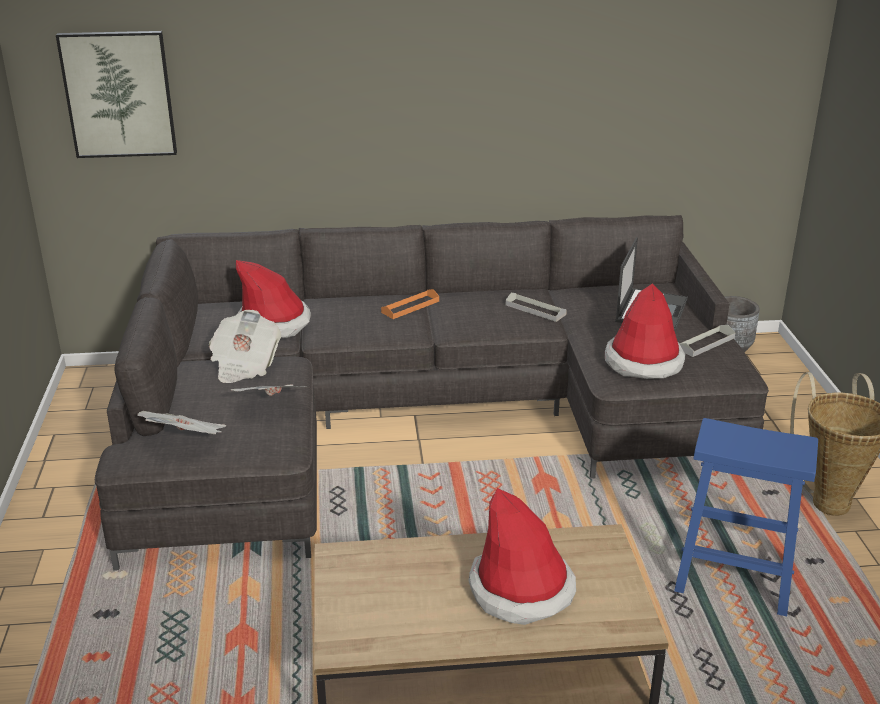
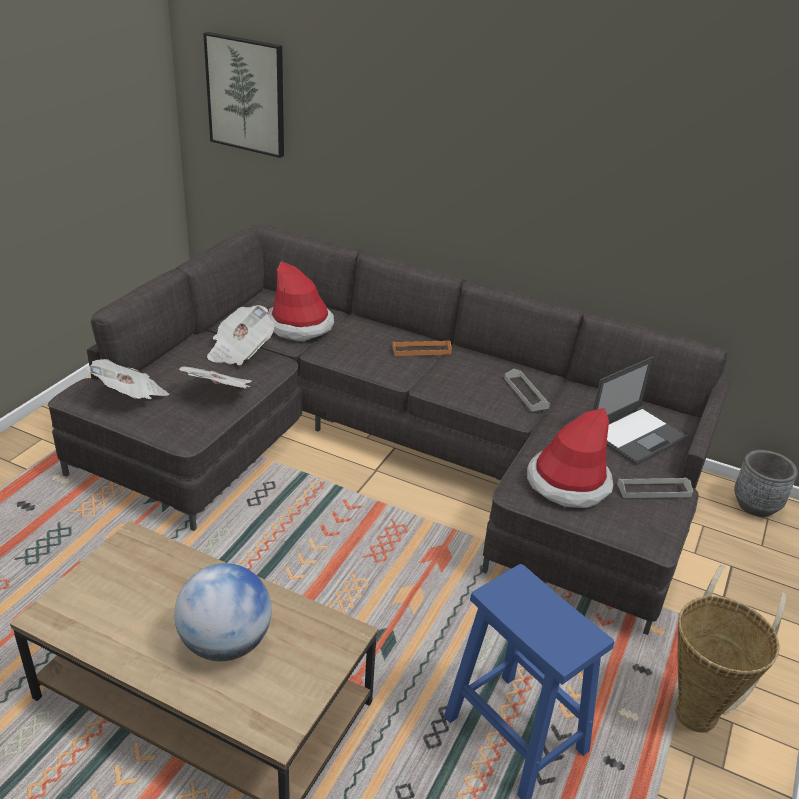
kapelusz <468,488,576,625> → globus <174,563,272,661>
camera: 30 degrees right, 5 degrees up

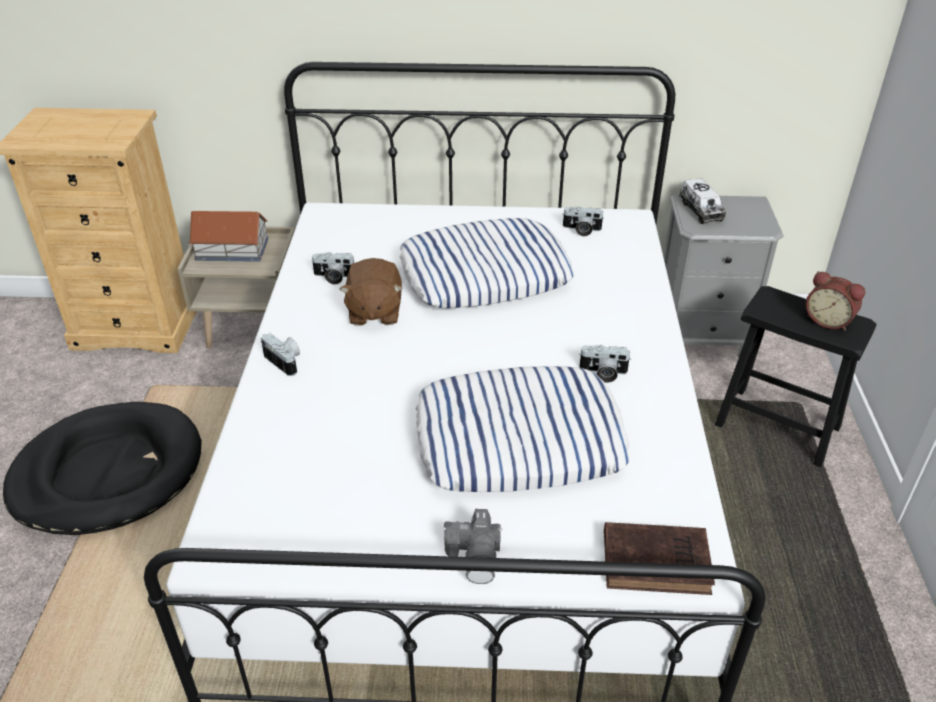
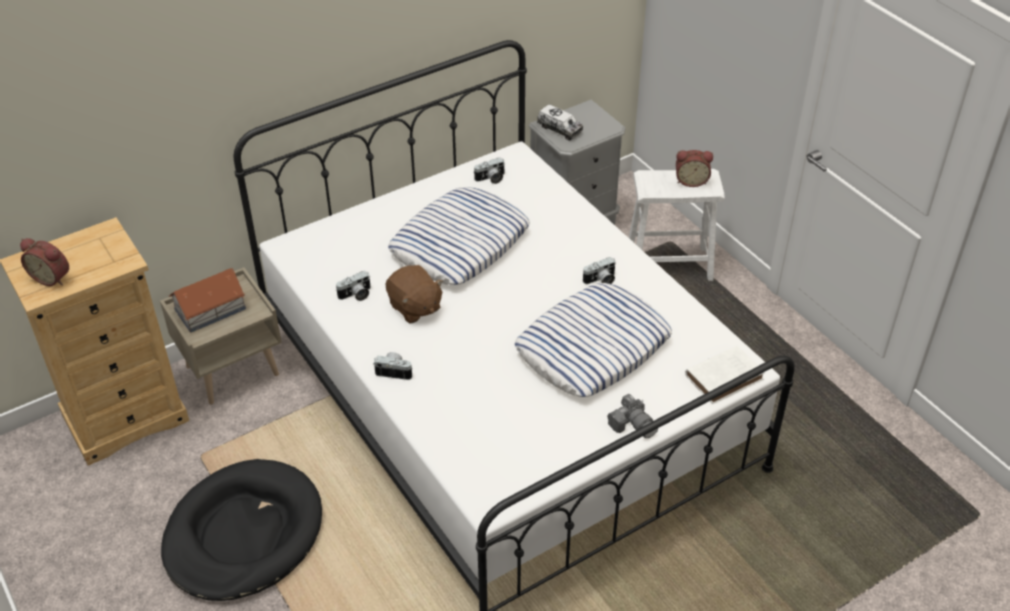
- → budzik <20,238,69,286>
książka (brązowy) <604,522,715,595> → książka (biały) <685,346,765,404>
stołek (czarny) <715,286,876,467> → stołek (biały) <629,169,725,281>
camera: 35 degrees left, 5 degrees up

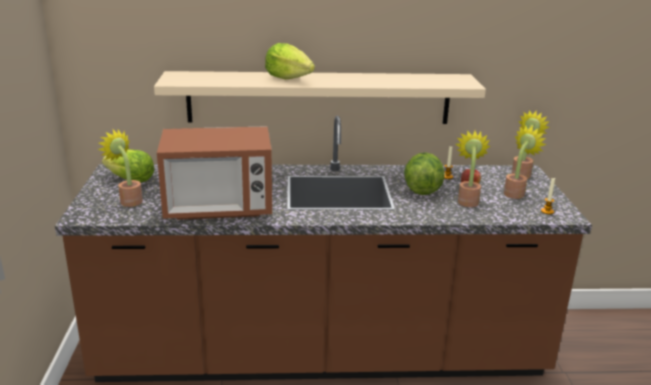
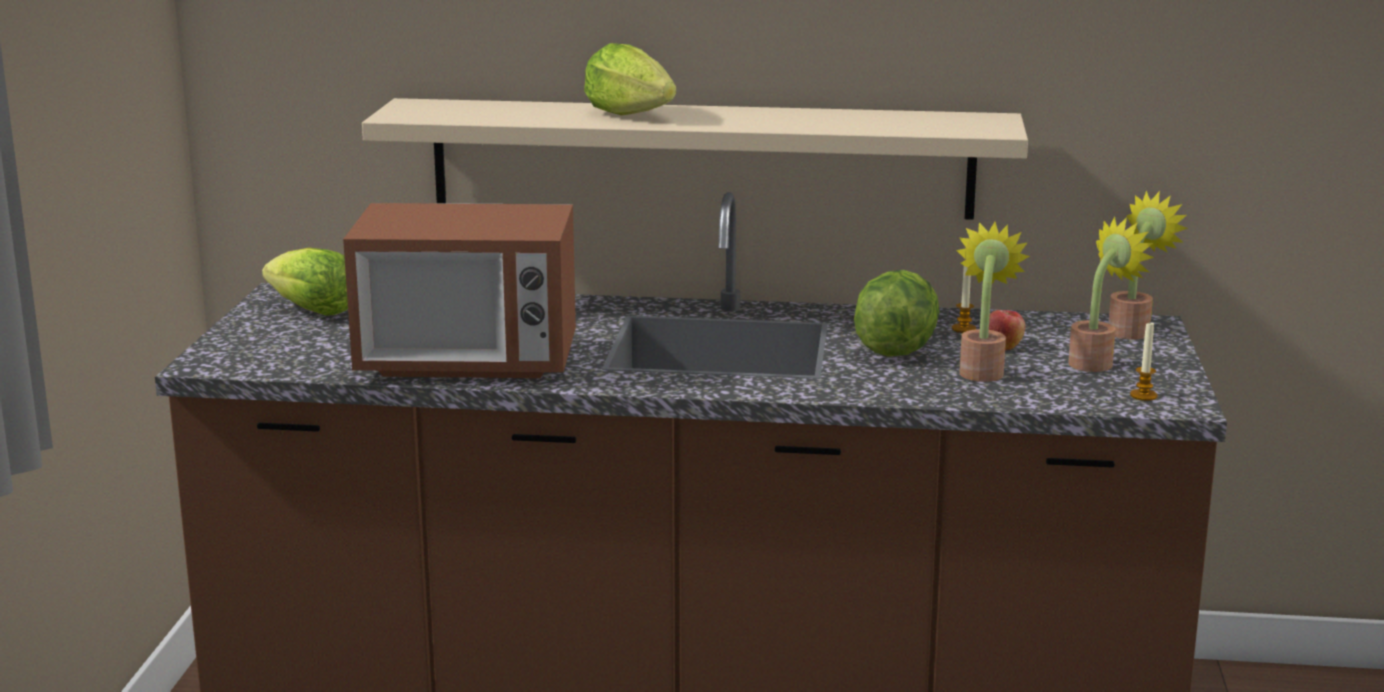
roślina doniczkowa <97,130,143,207> → -
camera: 10 degrees right, 5 degrees down

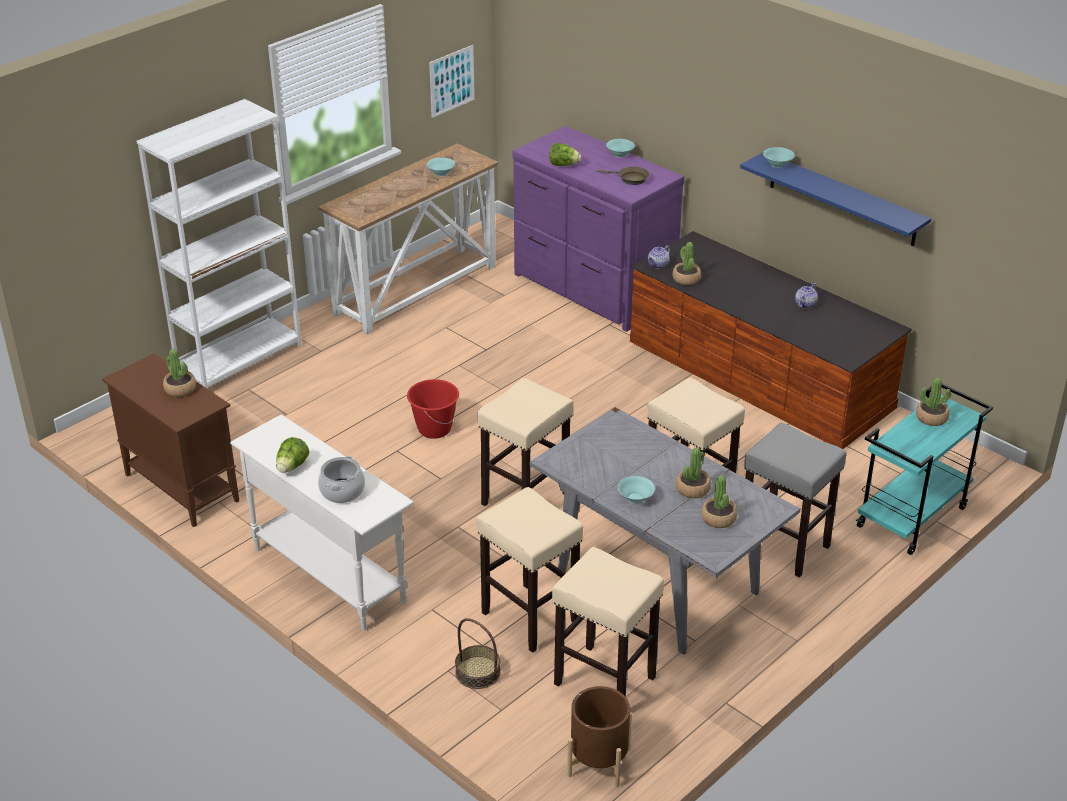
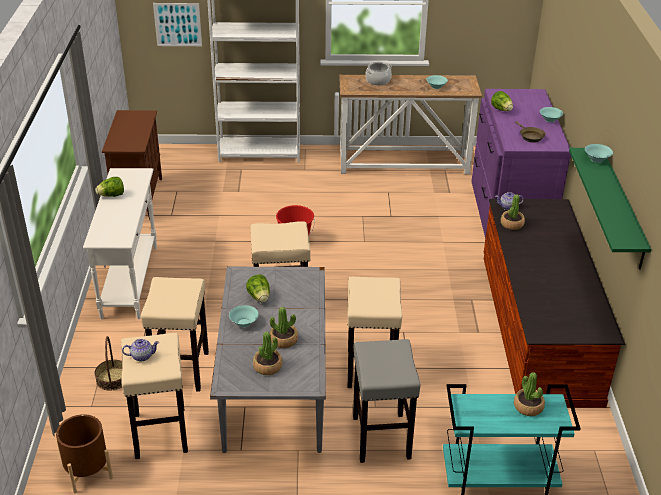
roślina doniczkowa <163,349,196,397> → -
- → sałata <246,275,270,303>
garnek <318,456,365,503> → garnek <365,62,392,85>, move
obraz <429,45,475,118> → obraz <153,3,202,46>, move
imbryk <795,283,818,309> → imbryk <122,339,159,361>, move
półka (niebieski) <740,152,931,246> → półka (zielony) <569,148,652,269>
camera: 45 degrees right, 0 degrees up

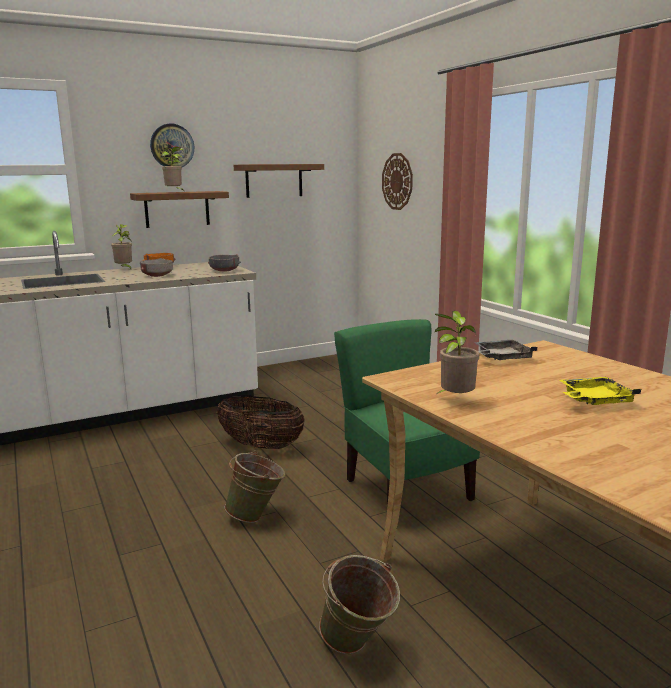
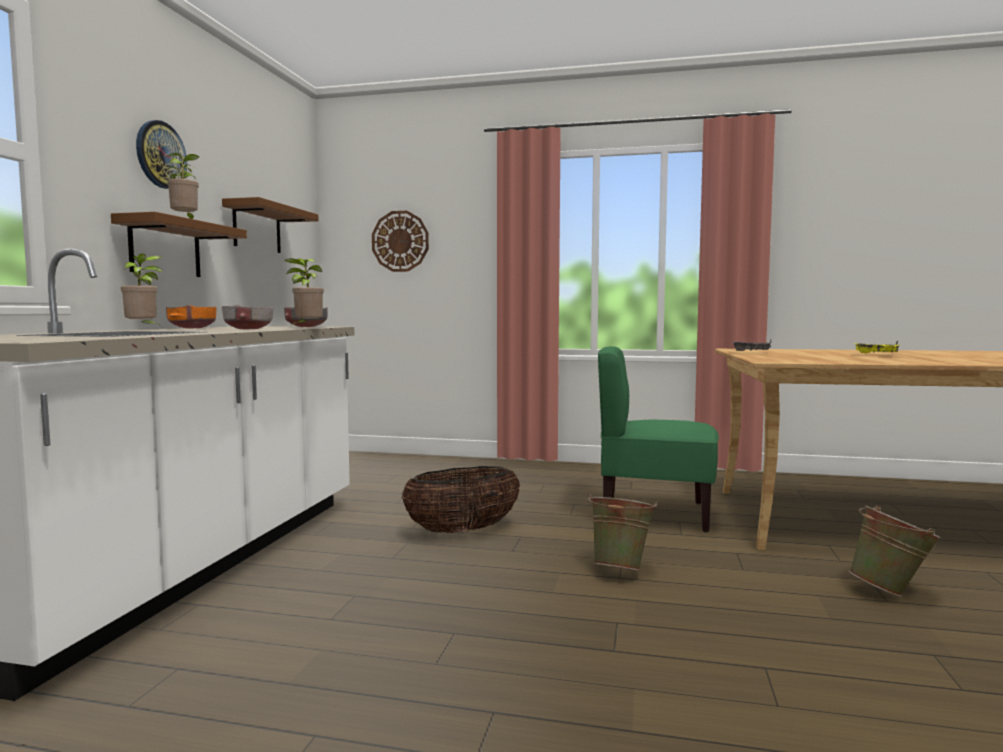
roślina doniczkowa <435,311,479,394> → roślina doniczkowa <284,258,324,326>, move
camera: 50 degrees left, 10 degrees down

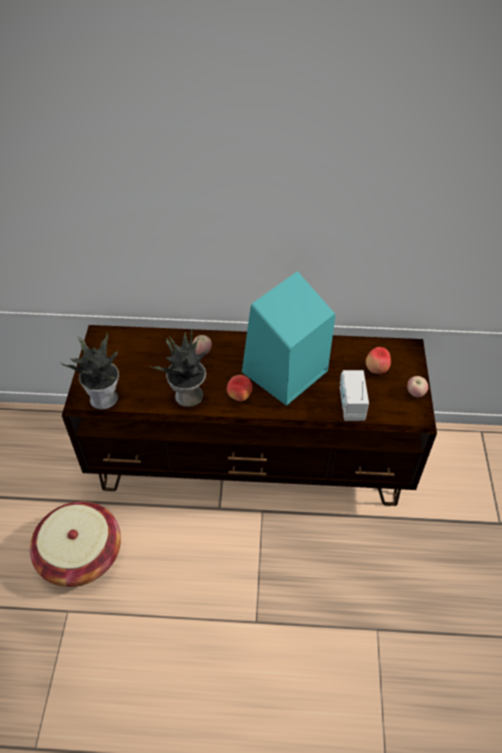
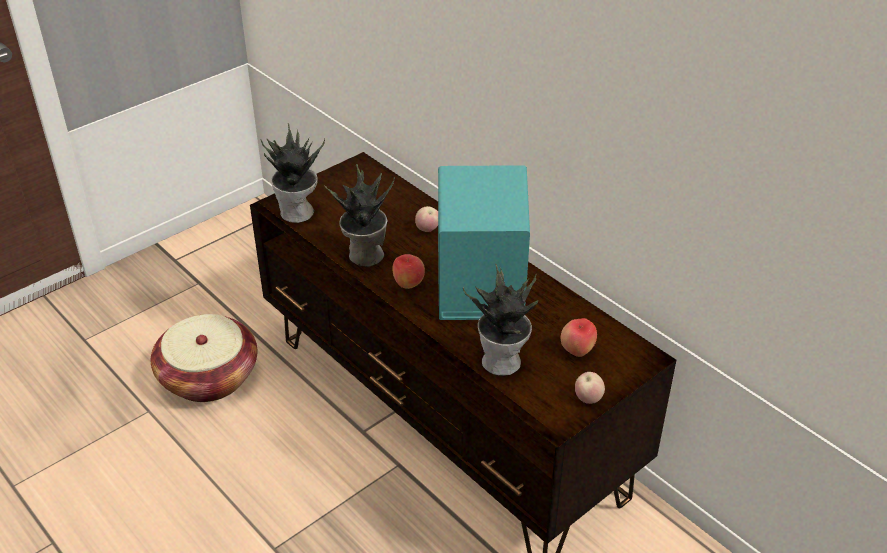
radio <340,370,369,421> → roślina doniczkowa <463,264,538,376>
camera: 45 degrees right, 10 degrees down

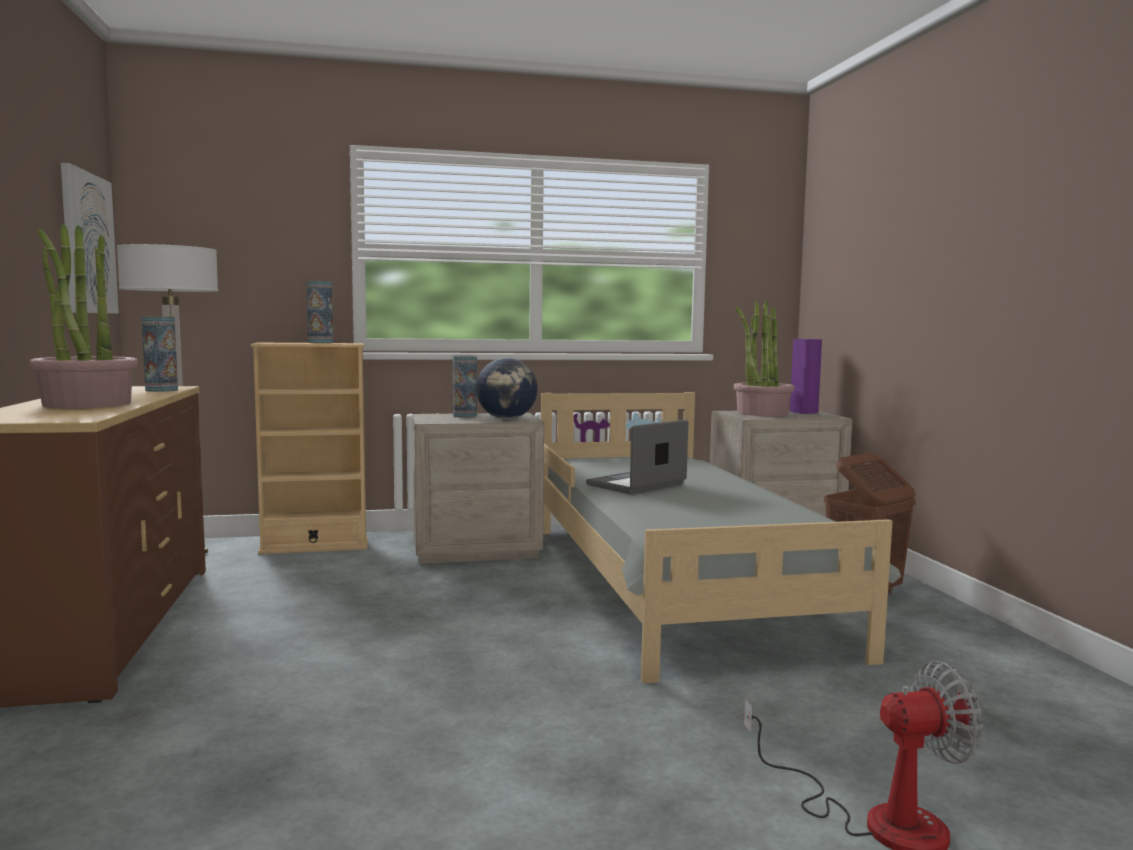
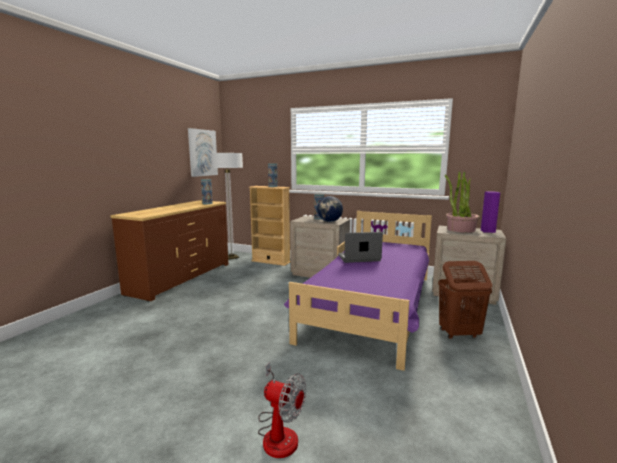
roślina doniczkowa <29,224,138,408> → -
łóżko (szary) <541,392,901,684> → łóżko (fioletowy) <284,211,432,371>
camera: 35 degrees right, 5 degrees up

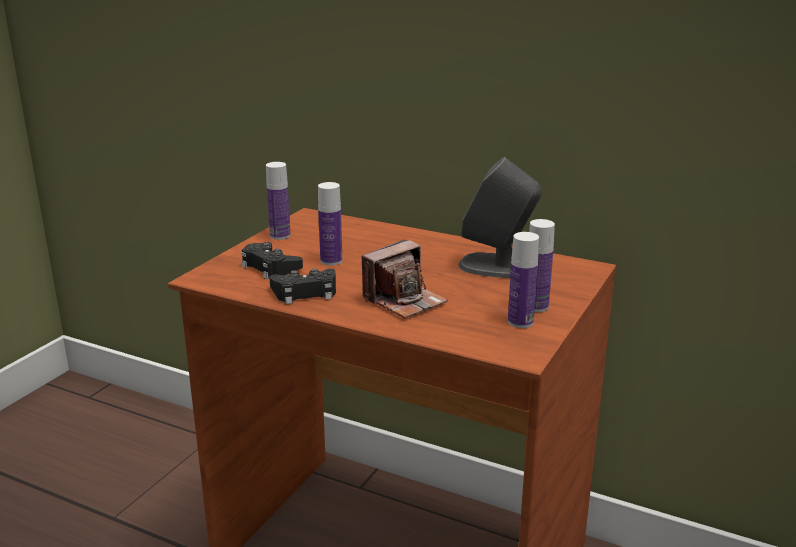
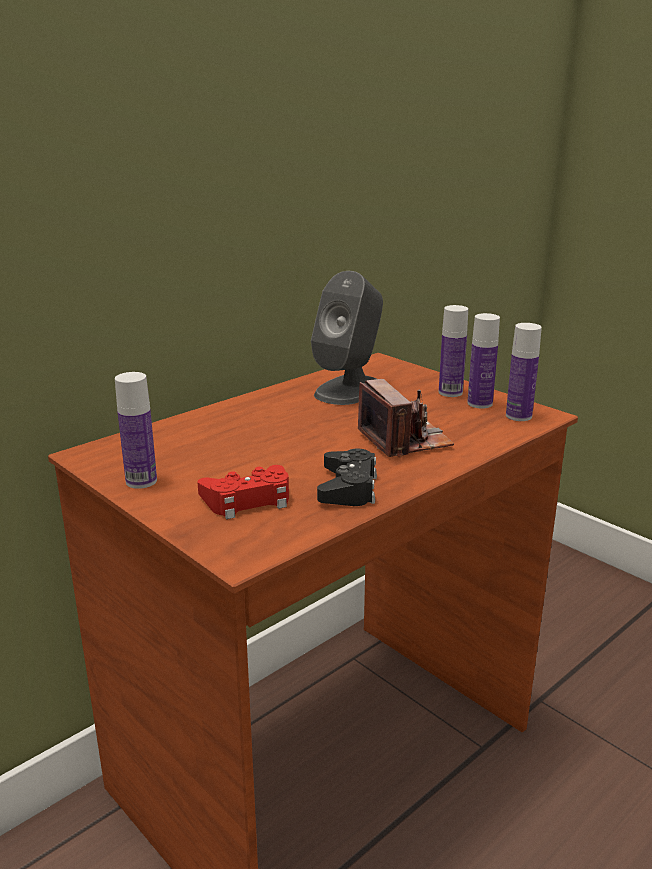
butelka <318,182,342,266> → butelka <506,323,542,421>, move
pad do gier (czarny) <242,242,303,279> → pad do gier (czerwony) <197,465,289,519>
camera: 70 degrees left, 0 degrees up

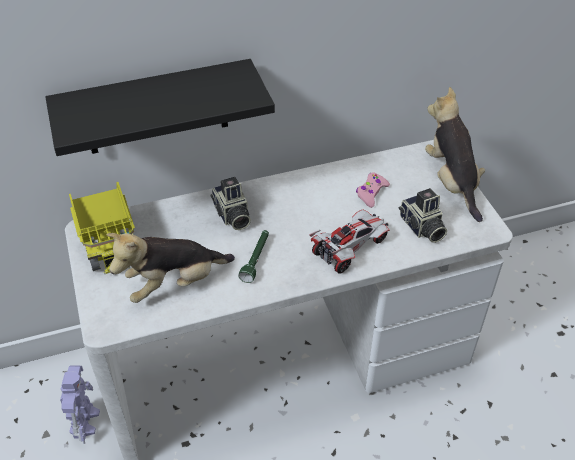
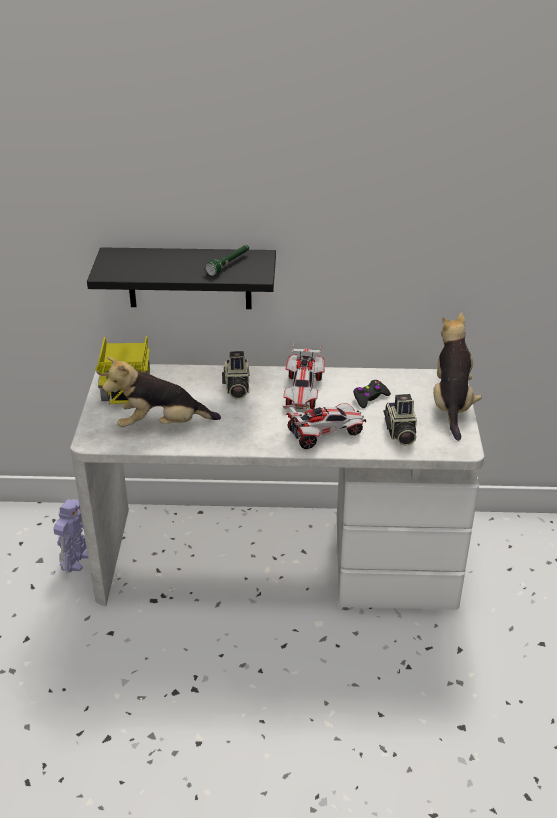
- → samochodzik <284,343,325,409>
latarka (zielony) <238,230,269,283> → latarka (zielony) <205,245,249,276>, move
pad do gier (różowy) <356,172,390,208> → pad do gier (czarny) <353,380,391,408>
camera: 20 degrees right, 10 degrees down

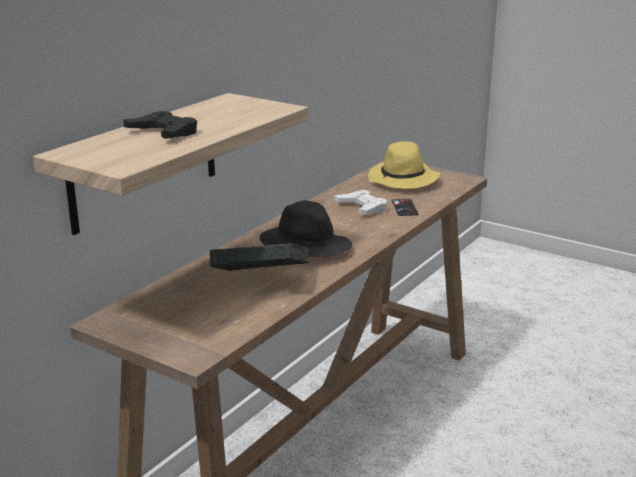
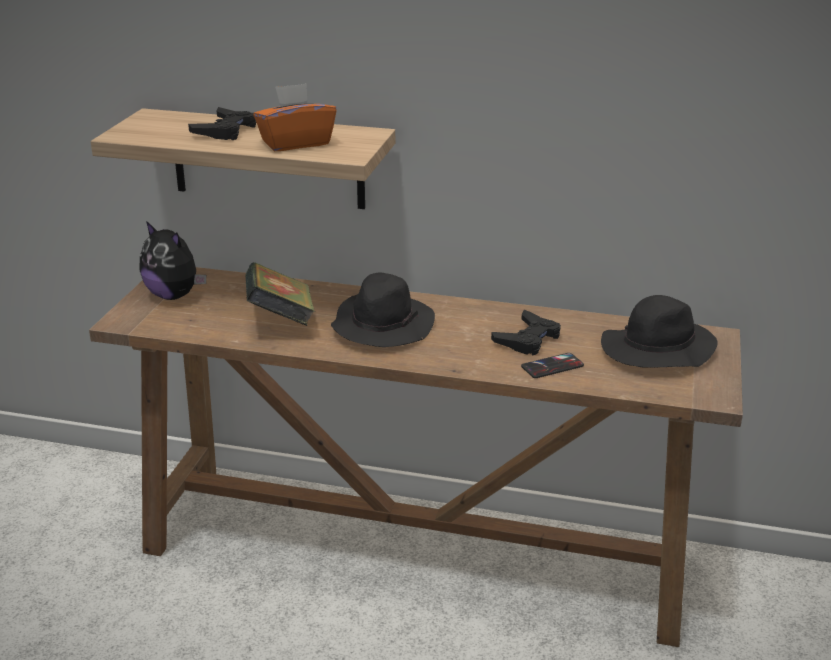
- → pluszak <139,221,206,300>
- → pudełko chusteczek (pomarańczowy) <253,83,337,151>
pad do gier (biały) <334,190,387,215> → pad do gier (czarny) <491,310,561,355>
kapelusz (żółty) <368,141,440,189> → kapelusz (czarny) <601,295,718,368>
camera: 70 degrees right, 5 degrees up

